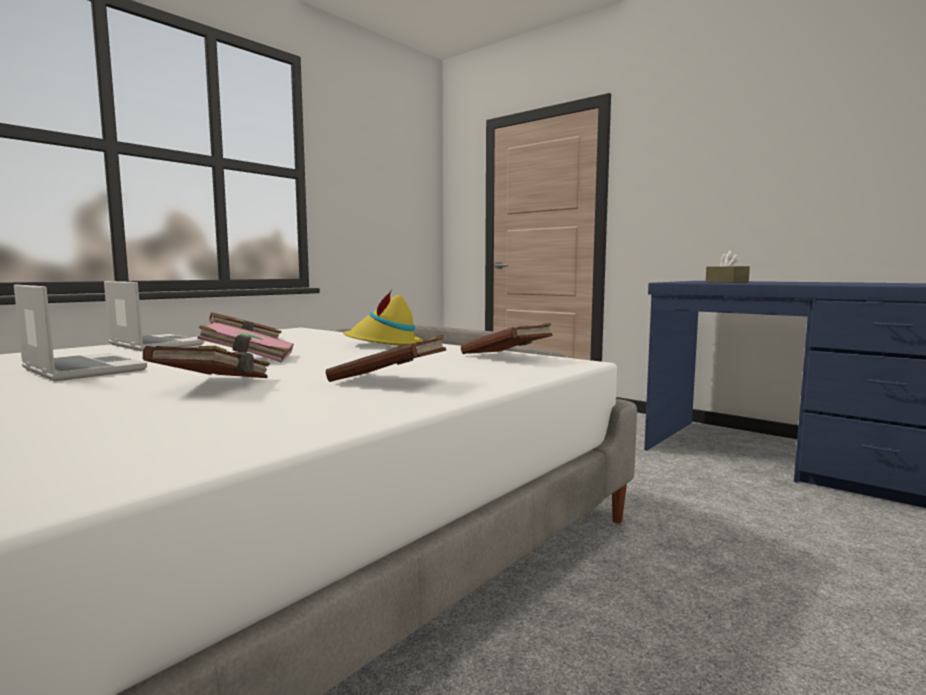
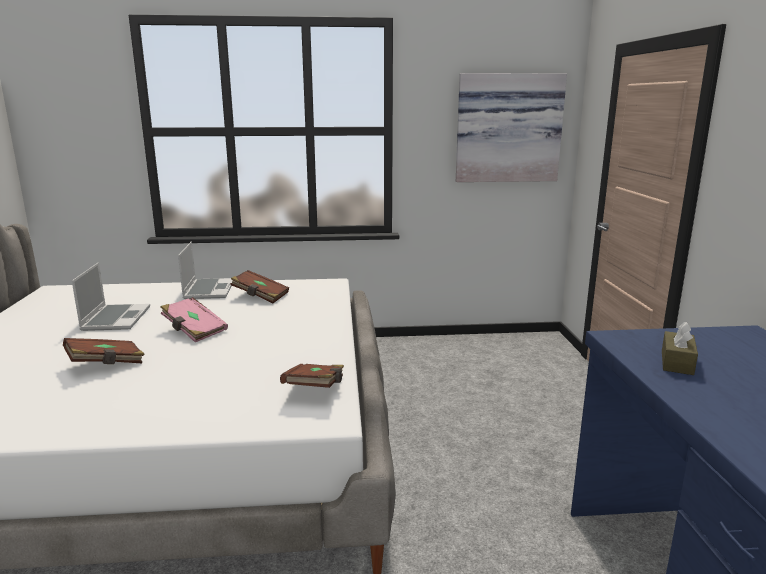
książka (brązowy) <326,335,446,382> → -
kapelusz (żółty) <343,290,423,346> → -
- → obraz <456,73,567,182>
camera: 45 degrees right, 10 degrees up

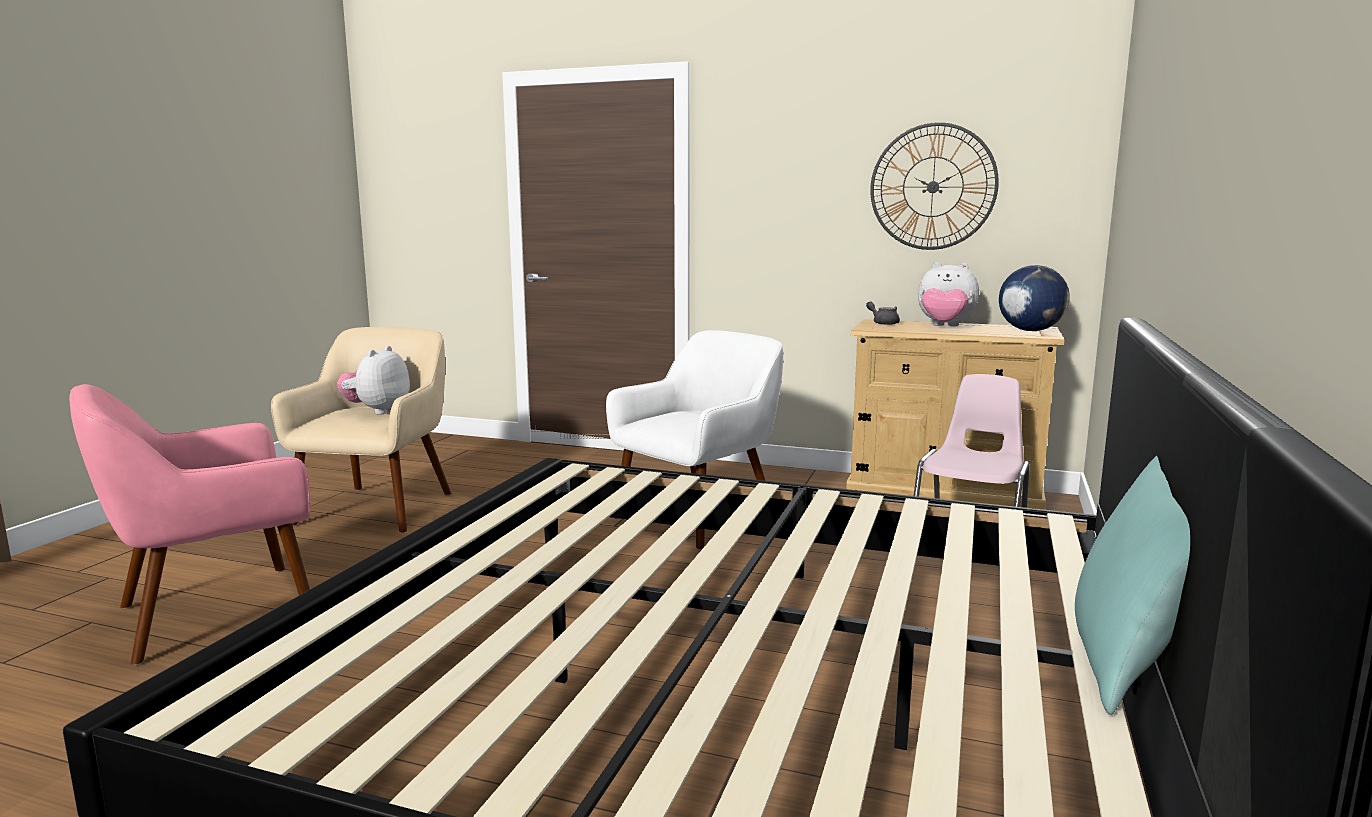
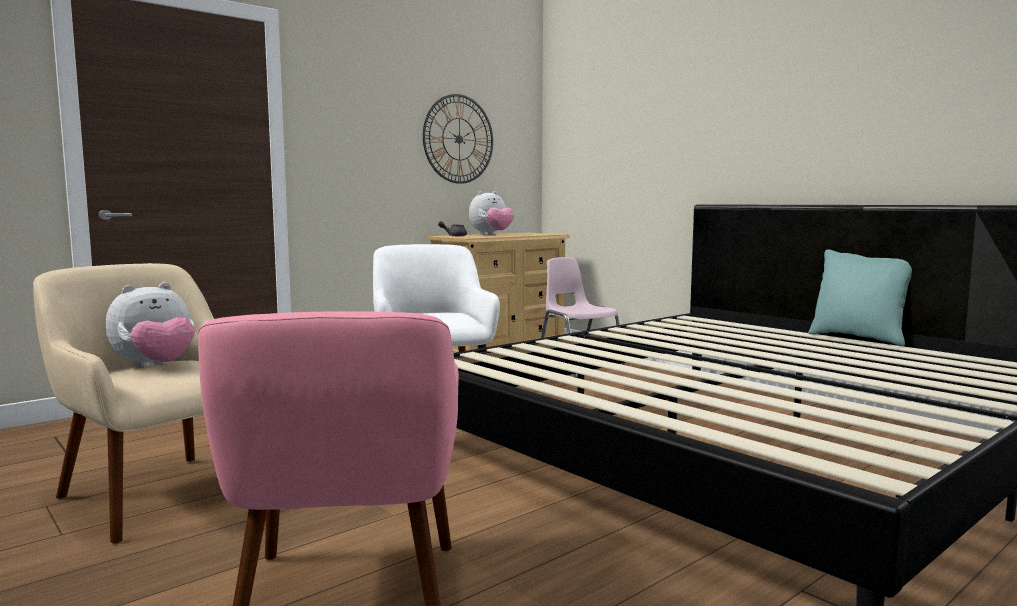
globus <999,265,1070,331> → -
pluszak <337,346,410,415> → pluszak <105,282,195,368>, 90 degrees counterclockwise
camera: 60 degrees left, 5 degrees down

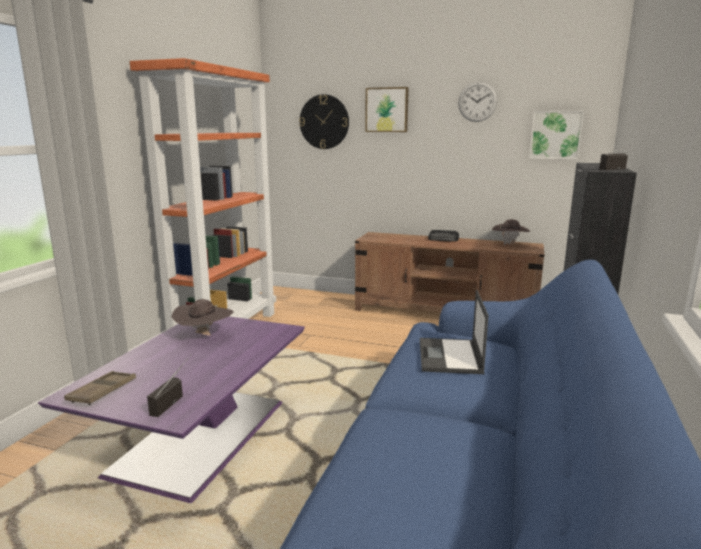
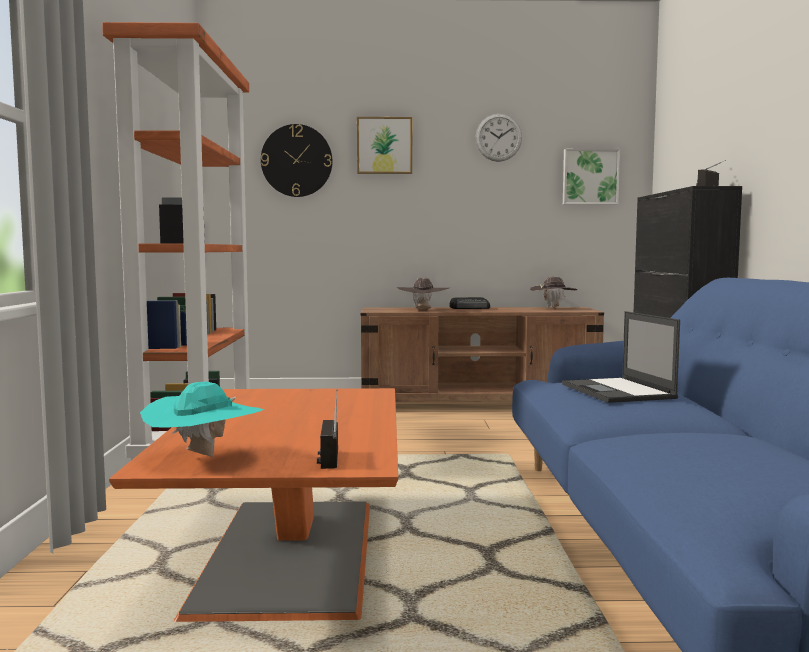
kapelusz (brązowy) <171,299,233,336> → kapelusz (brązowy) <396,278,449,309>, move
taca (brązowy) <64,371,136,405> → kapelusz (turkusowy) <140,381,264,457>
ława (fioletowy) <38,317,305,503> → ława (pomarańczowy) <109,388,398,622>
camera: 20 degrees left, 10 degrees down

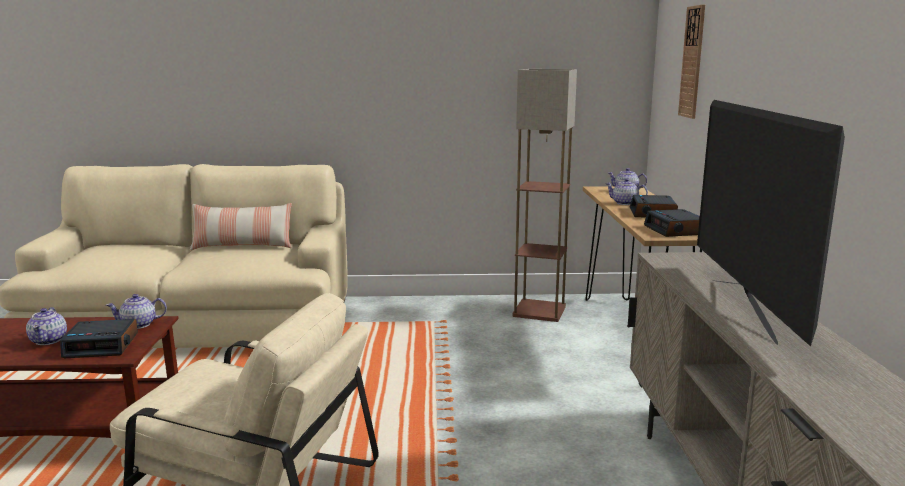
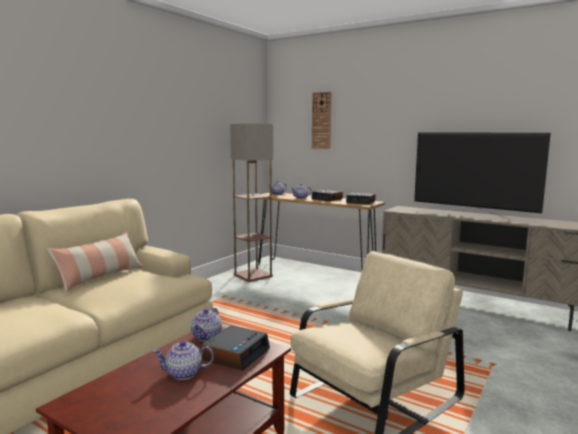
imbryk <26,307,67,345> → imbryk <153,340,214,380>, 150 degrees clockwise
camera: 55 degrees left, 5 degrees down

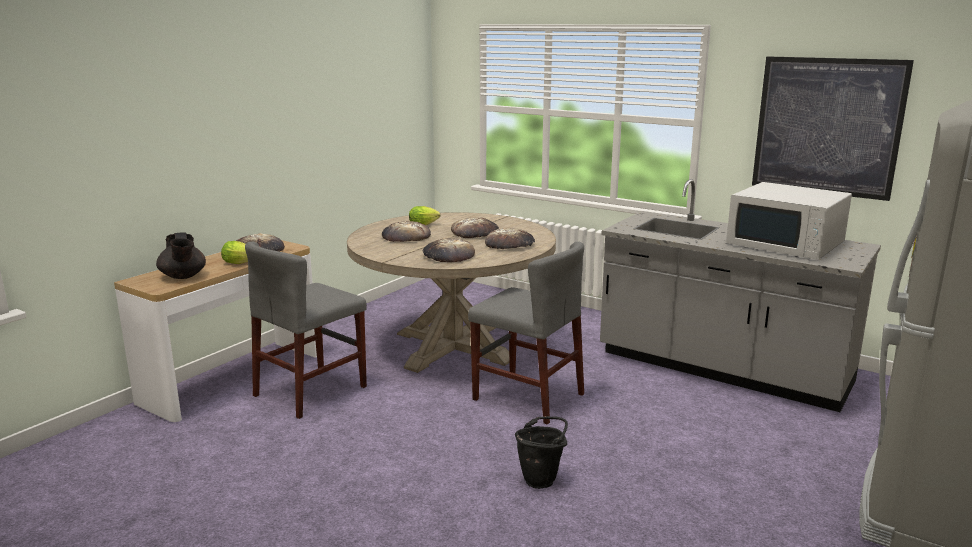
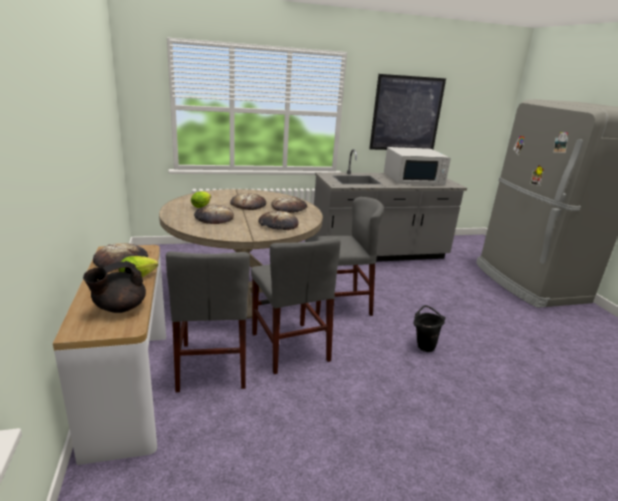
- → krzesło (szary) <251,237,340,374>
imbryk (czarny) <156,232,206,279> → imbryk (czarny) <83,261,146,313>, 120 degrees clockwise
camera: 50 degrees left, 5 degrees up

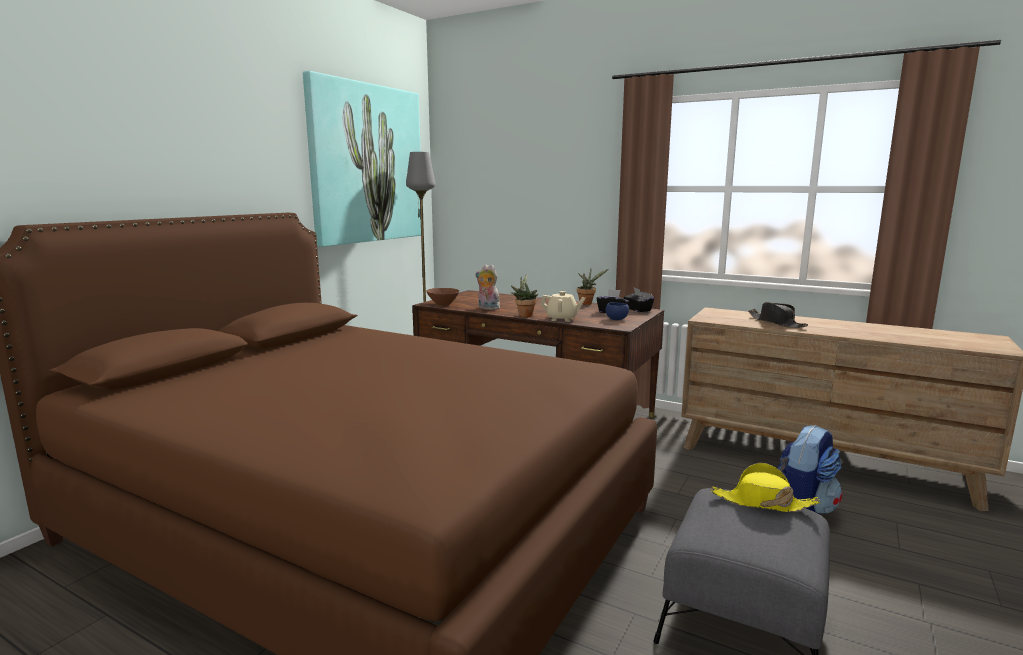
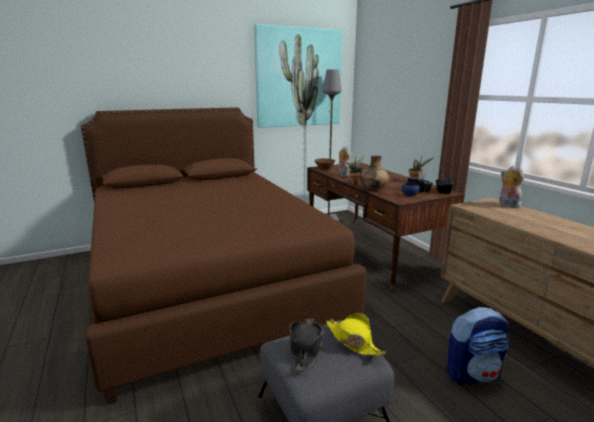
- → pluszak <499,165,524,208>
kapelusz (czarny) <748,302,808,328> → kapelusz (czarny) <290,318,322,372>, move
imbryk (beżowy) <540,291,585,322> → wazon (brązowy) <359,155,389,190>
camera: 35 degrees right, 5 degrees up

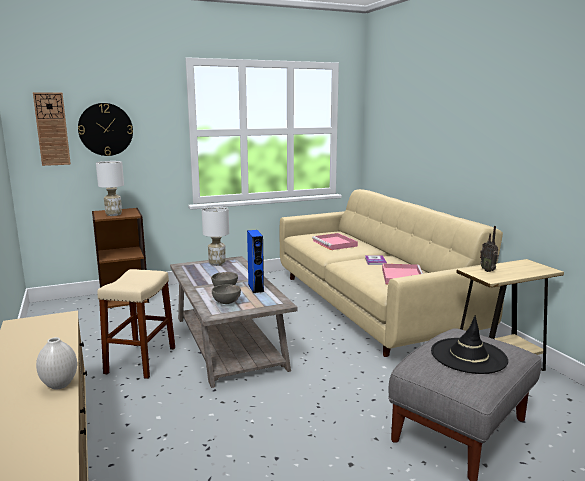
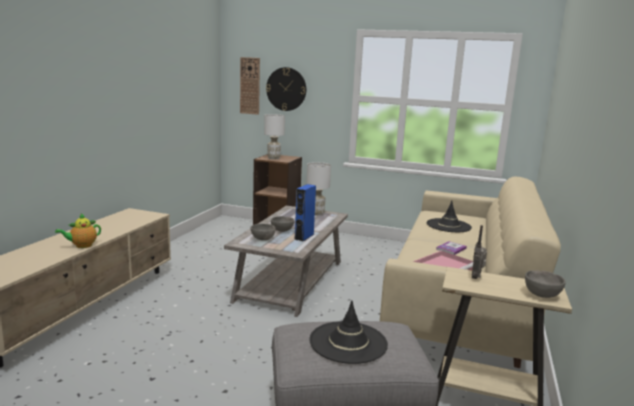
stołek (beżowy) <97,269,175,379> → -
- → miska (szary) <525,270,566,298>
wazon (biały) <36,337,77,390> → imbryk <55,213,101,248>
taca (różowy) <312,233,358,250> → kapelusz (czarny) <427,201,472,232>
camera: 40 degrees right, 0 degrees up

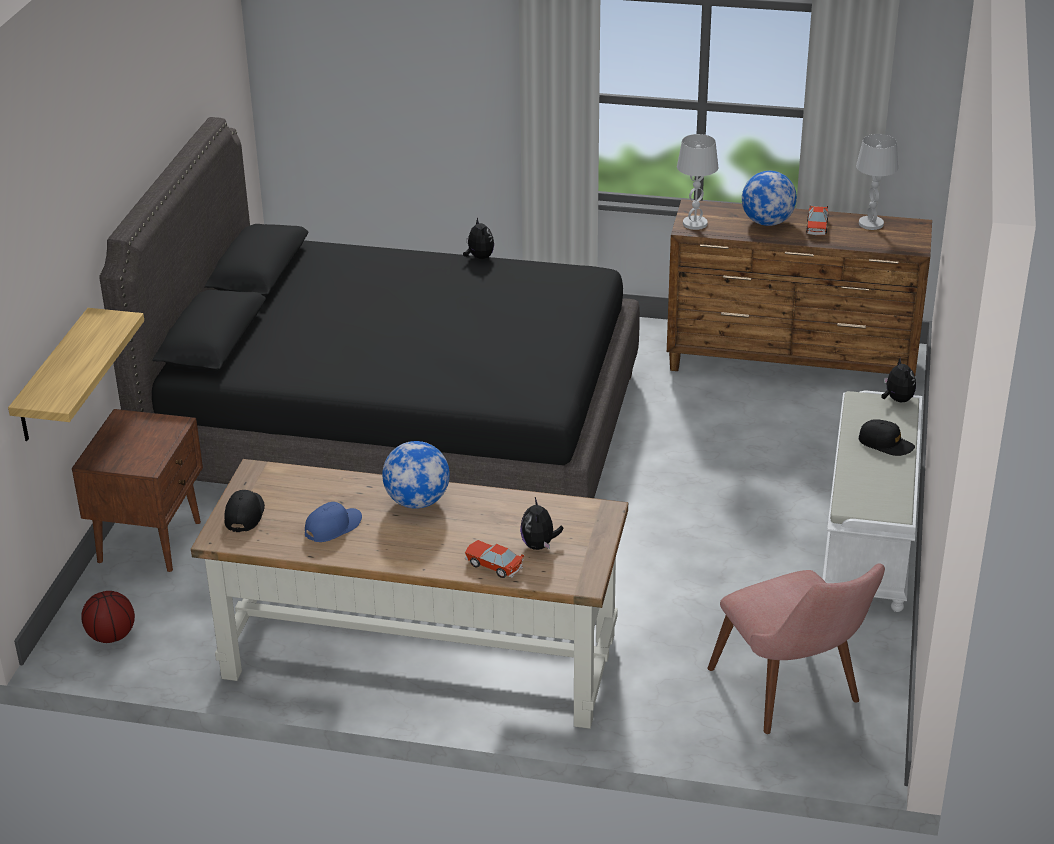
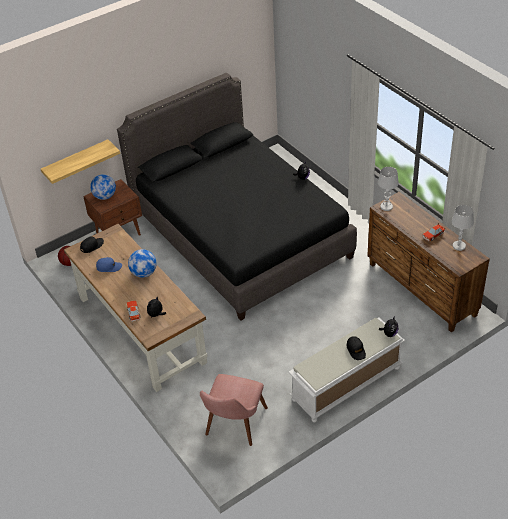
globus <742,171,797,226> → globus <90,174,116,200>, move
camera: 45 degrees right, 10 degrees up

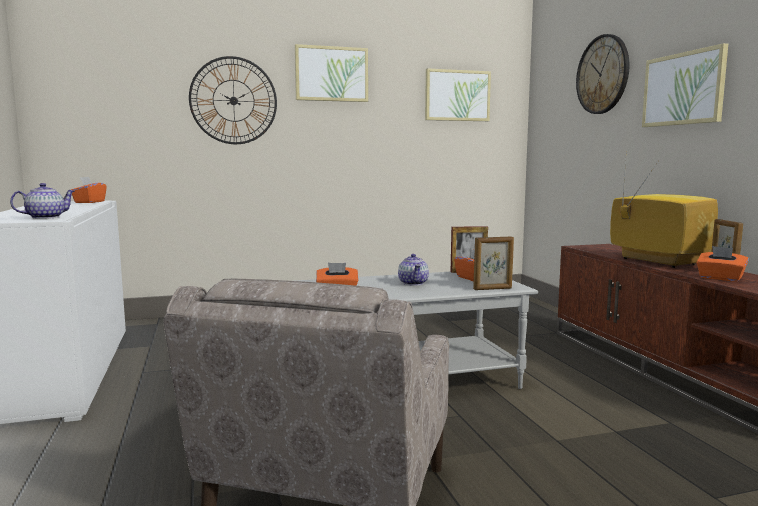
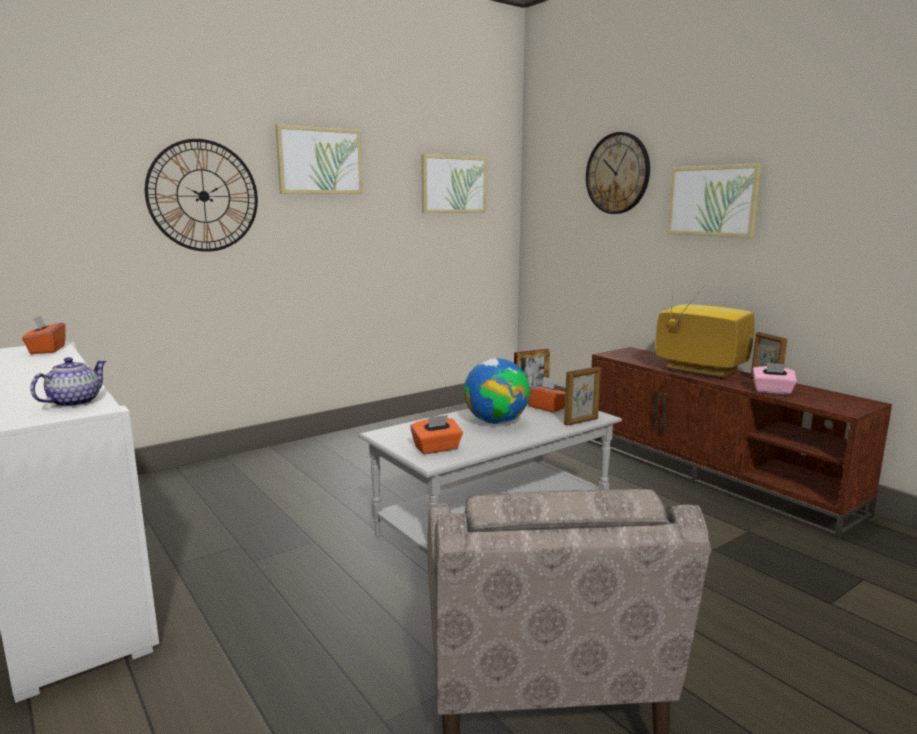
imbryk <398,254,429,286> → globus <464,358,530,424>
pudełko chusteczek (pomarańczowy) <697,246,749,282> → pudełko chusteczek (różowy) <753,362,797,395>
camera: 20 degrees left, 5 degrees up

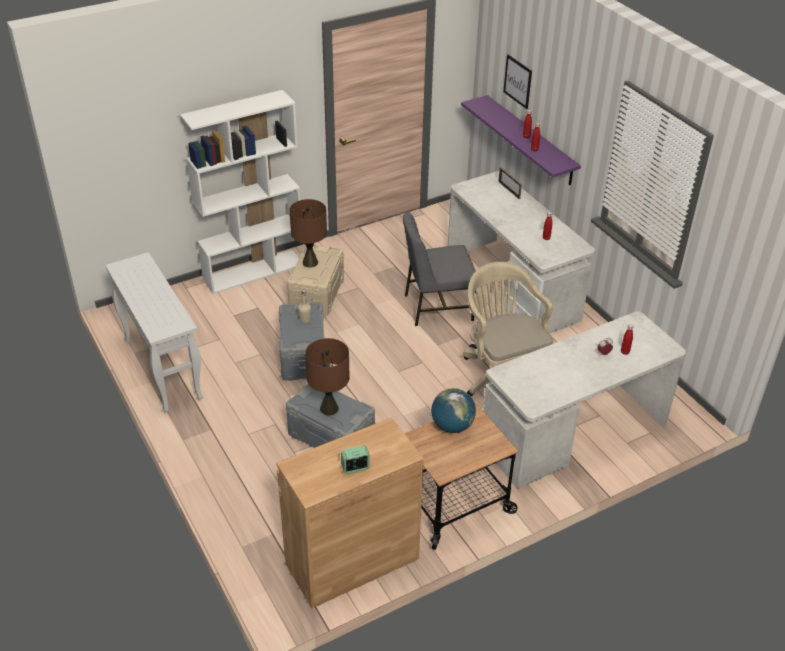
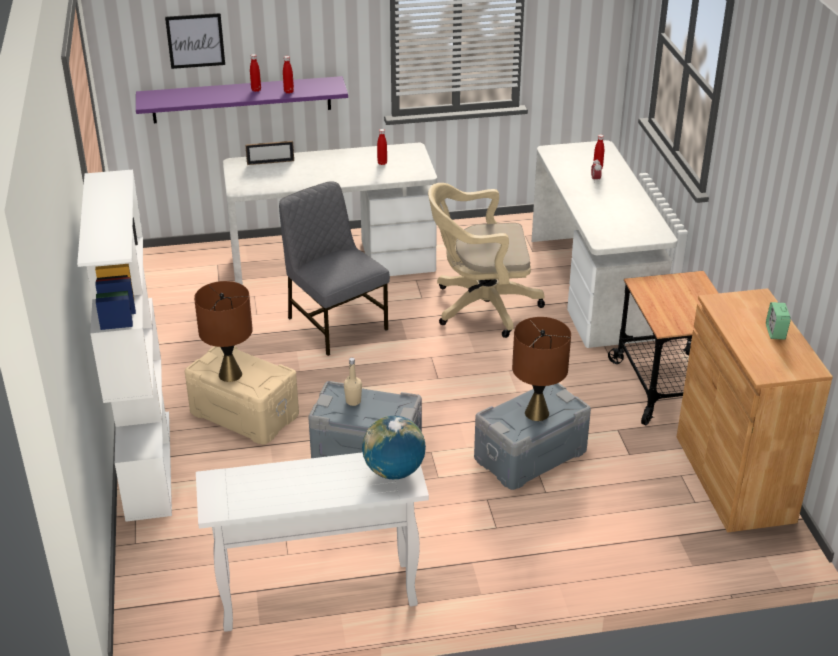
globus <431,388,476,433> → globus <362,416,426,479>, move
krzesło (szary) <403,212,476,326> → krzesło (szary) <279,181,390,356>, 135 degrees clockwise
camera: 70 degrees left, 5 degrees down

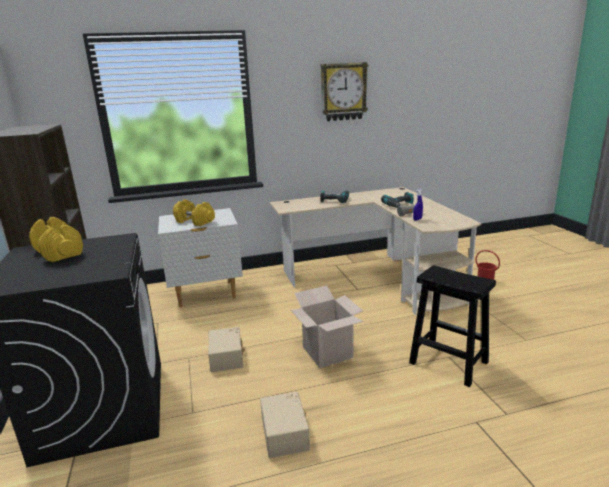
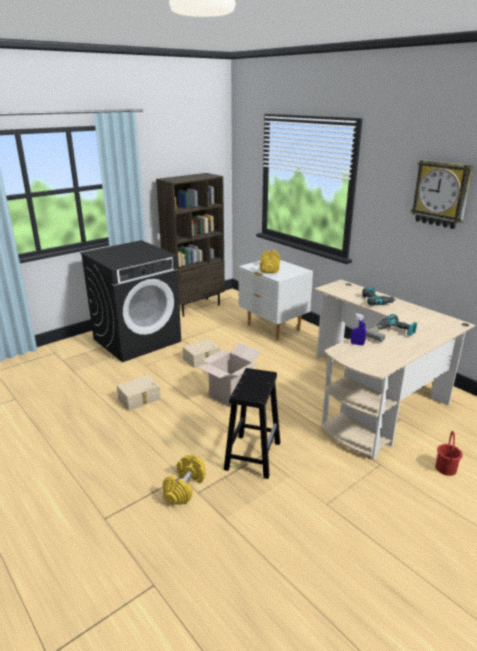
hantel (żółty) <29,217,83,262> → hantel (żółty) <163,455,206,505>, move
camera: 65 degrees right, 5 degrees up

